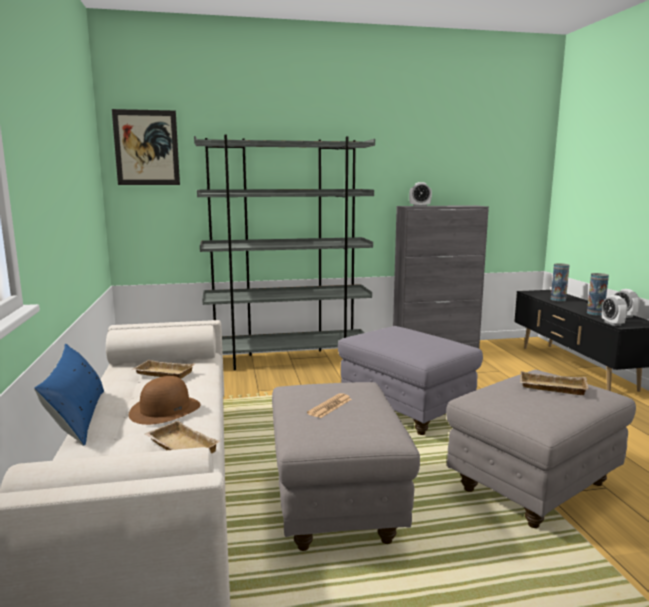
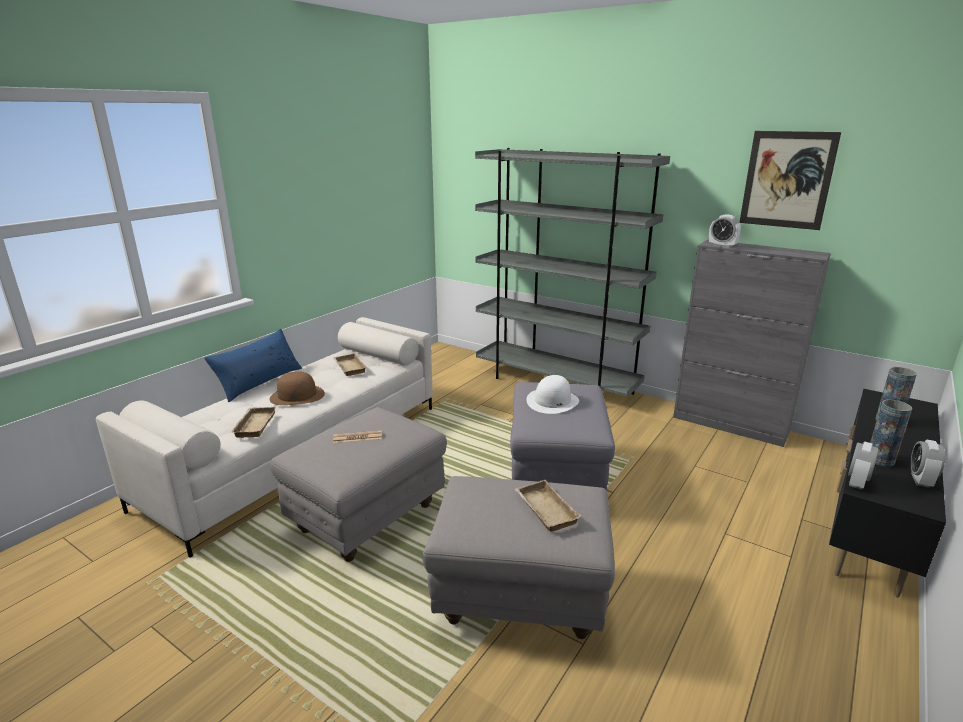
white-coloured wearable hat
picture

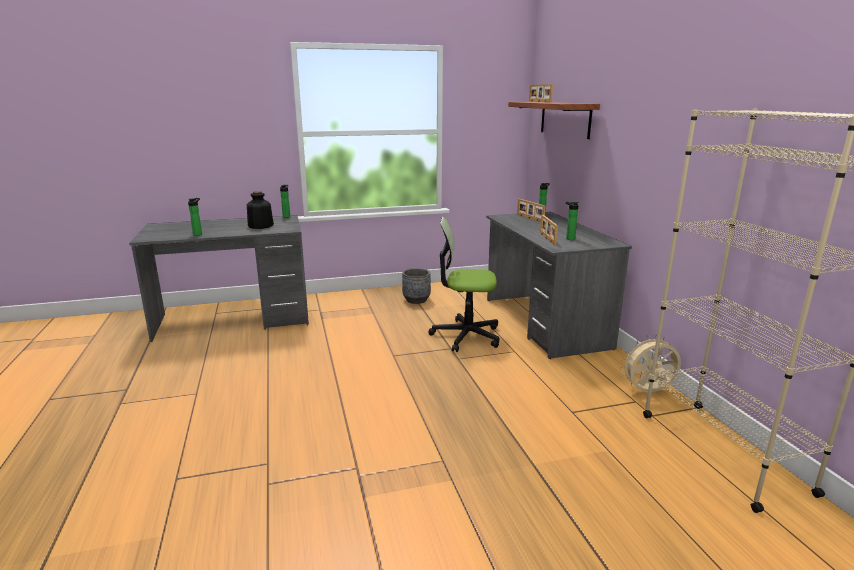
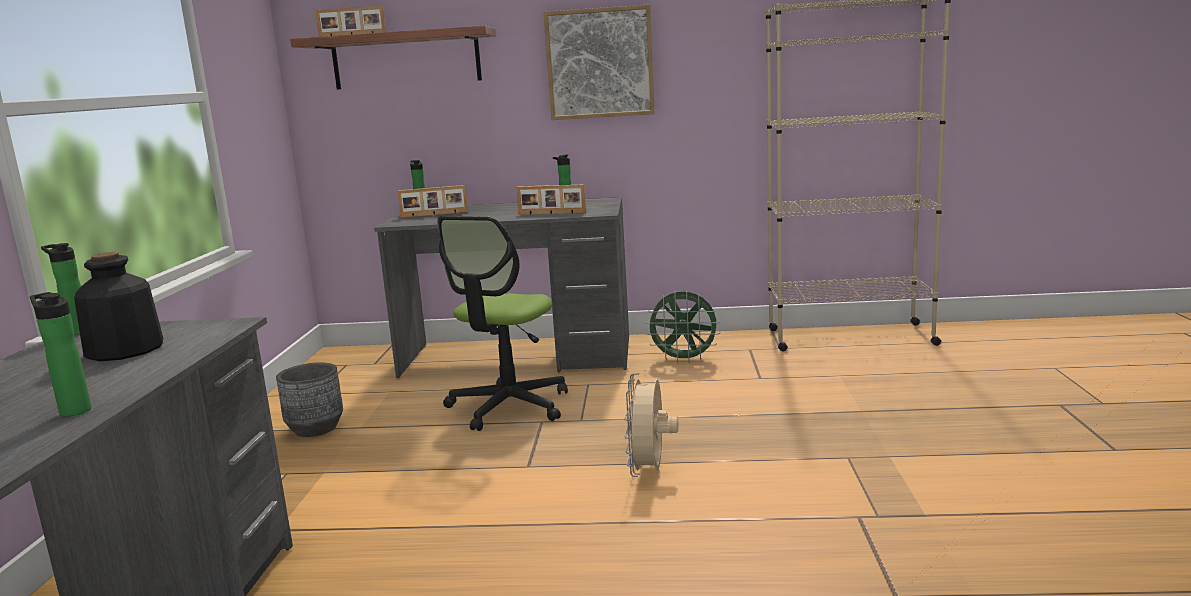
picture
sand-coloured cooling fan
green-coloured cooling fan

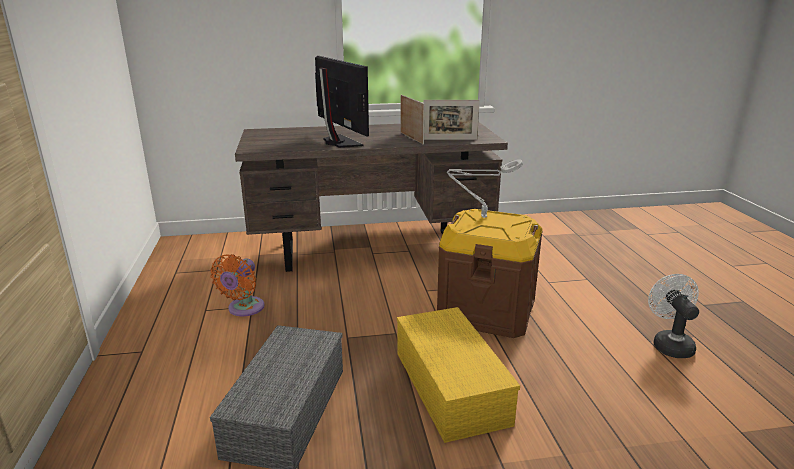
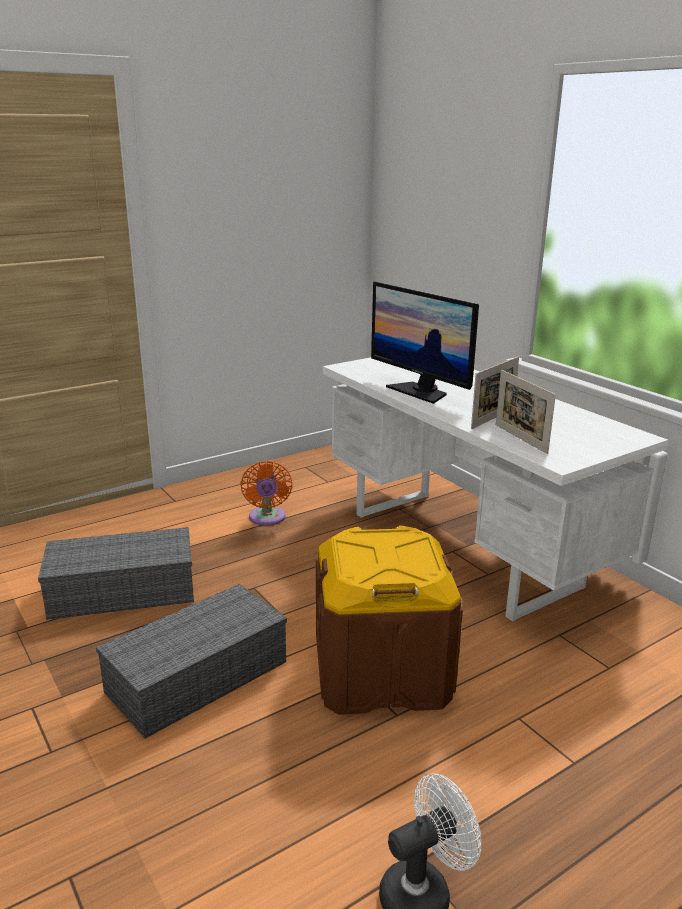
grey storage bin (2nd from left)
orangey cooling fan
white-coloured desk
computer display
grey tabletop lamp

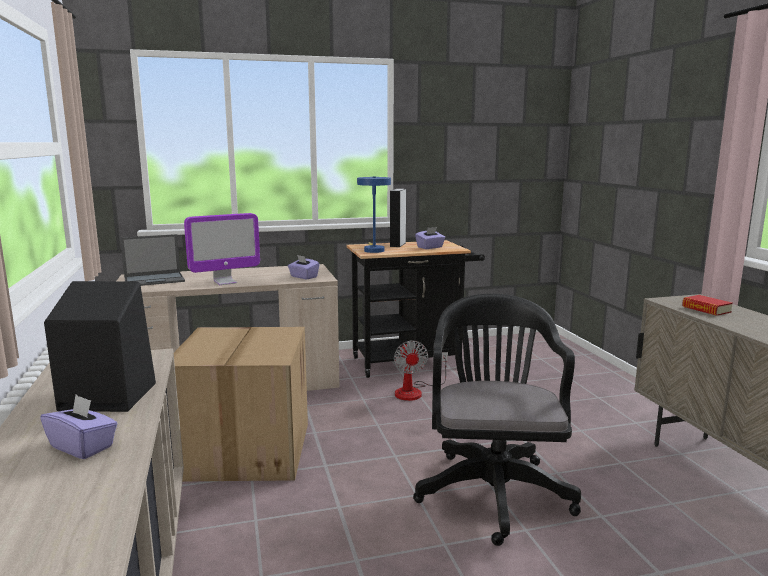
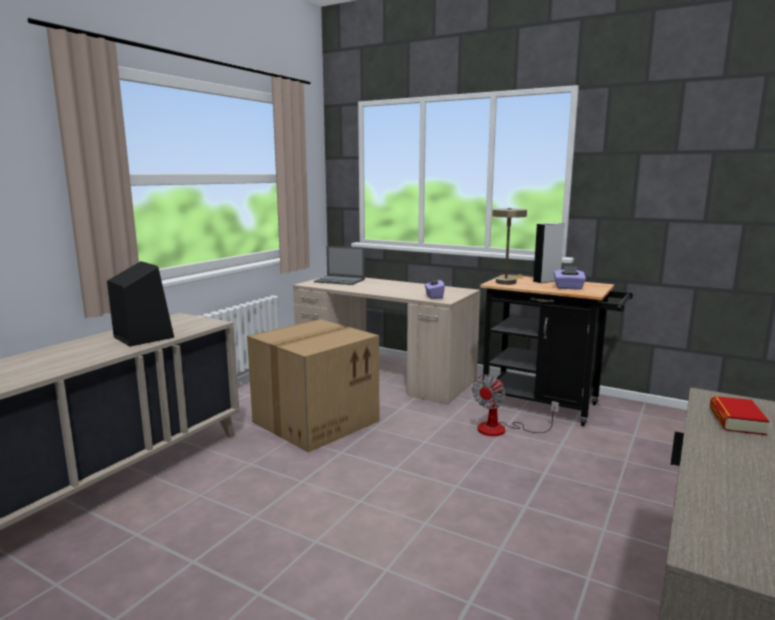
sand-coloured tabletop lamp
purple tissue box (1st from left in the first image)
computer display
black-coloured office chair

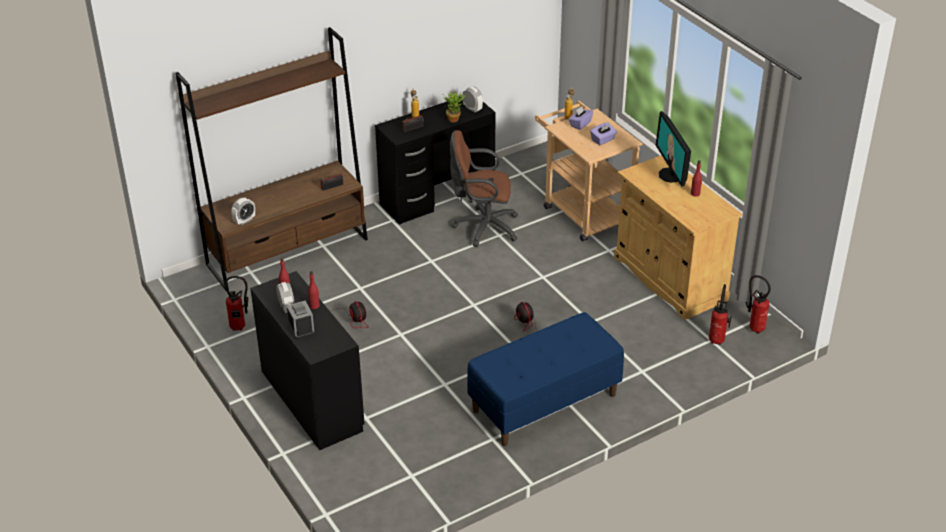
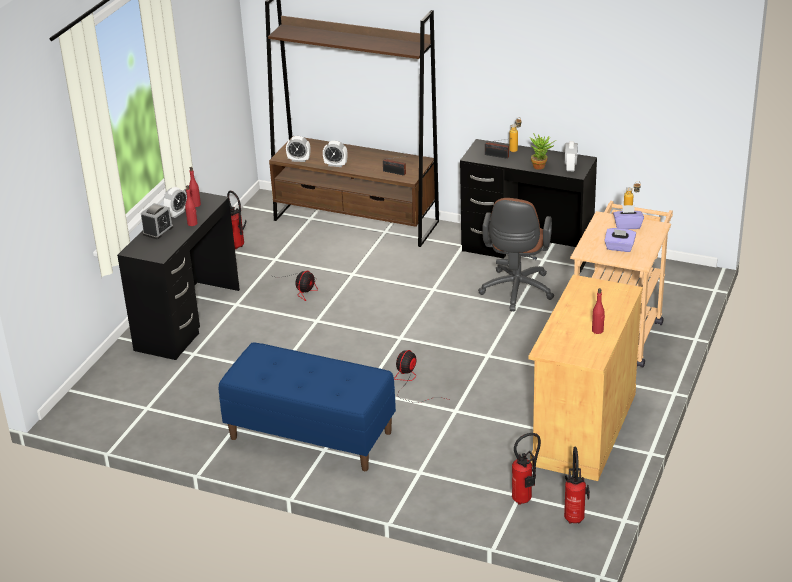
bedside clock (4th from left)
brownish office chair
computer display

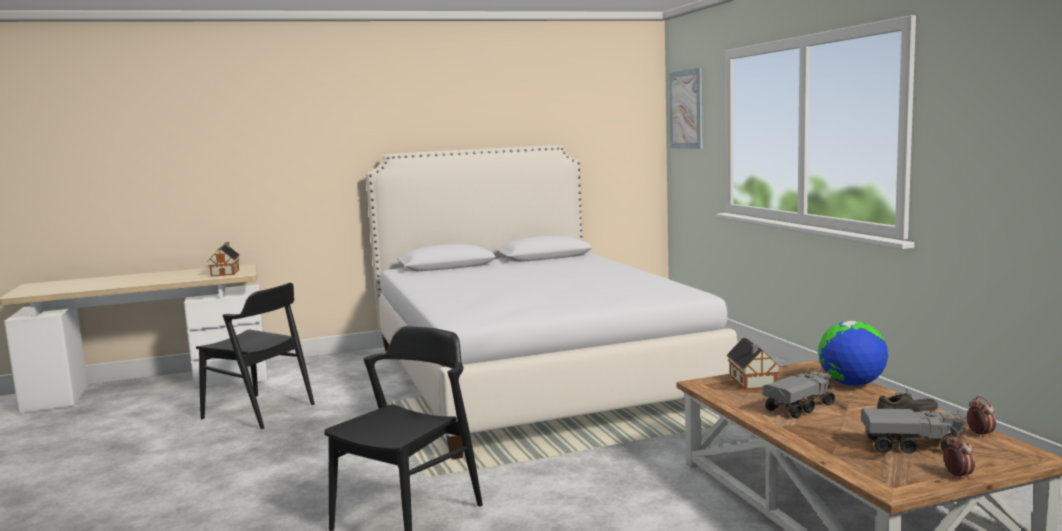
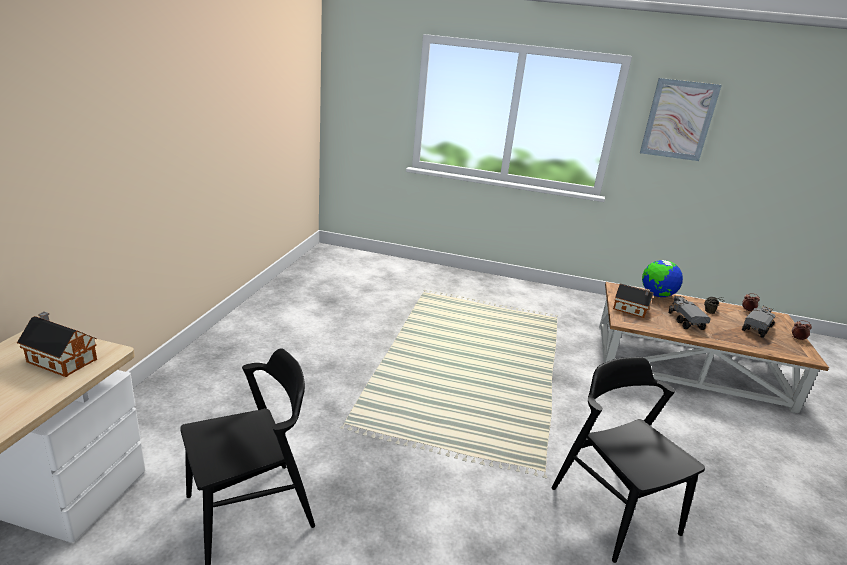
picture
white-coloured sleeping bed

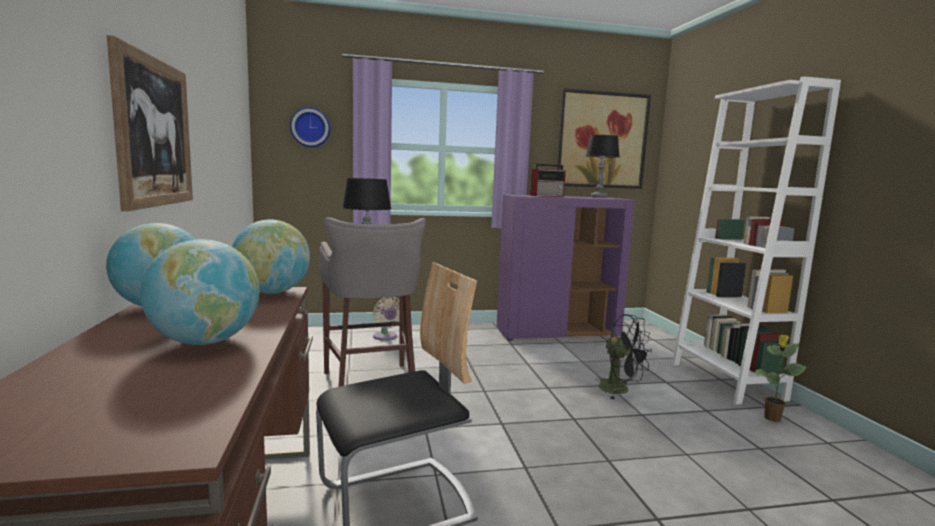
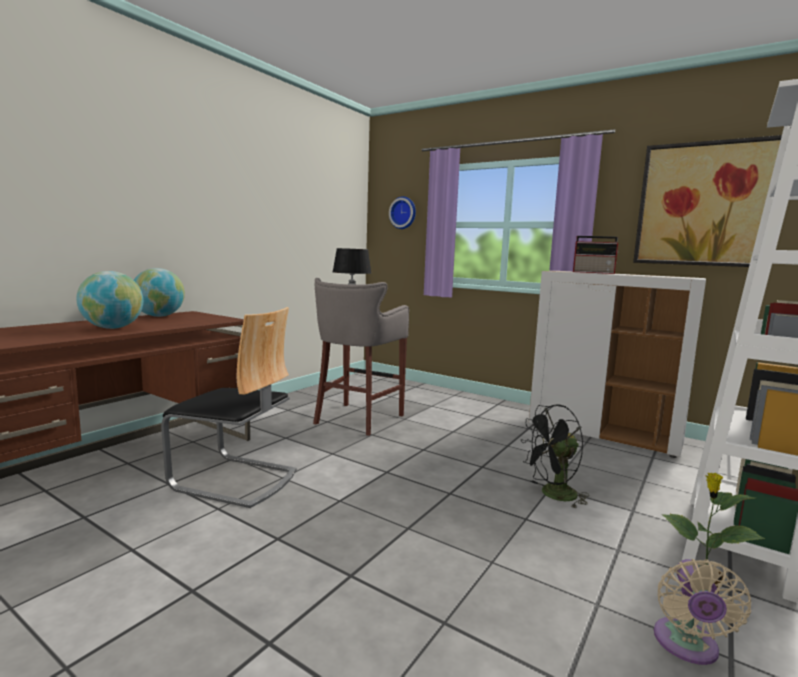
black-coloured cooling fan
white-coloured cabinet
sand-coloured cooling fan
picture (1st from left in the first image)
globe (3rd from left in the first image)
tabletop lamp (2nd from left in the first image)

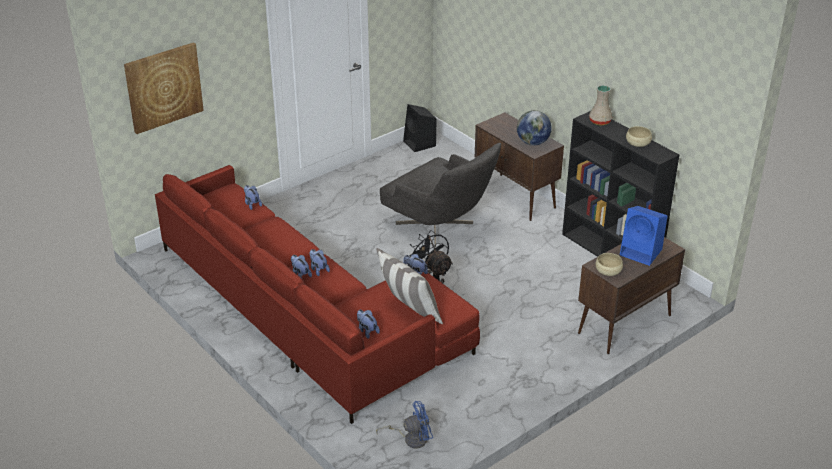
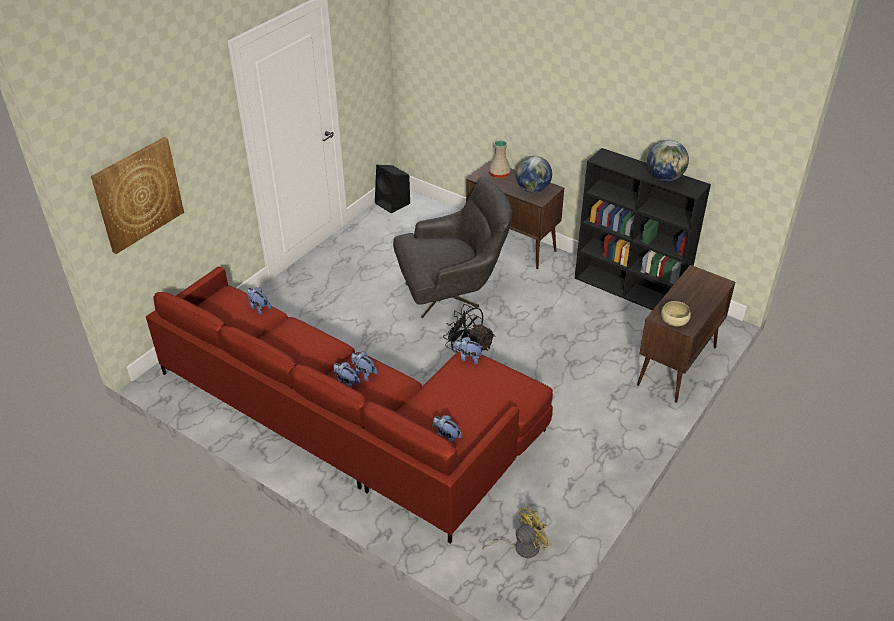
grey armchair
yellowish cooling fan
sand-coloured flower vase
globe (2nd from left)
throw pillow
blue audio speaker

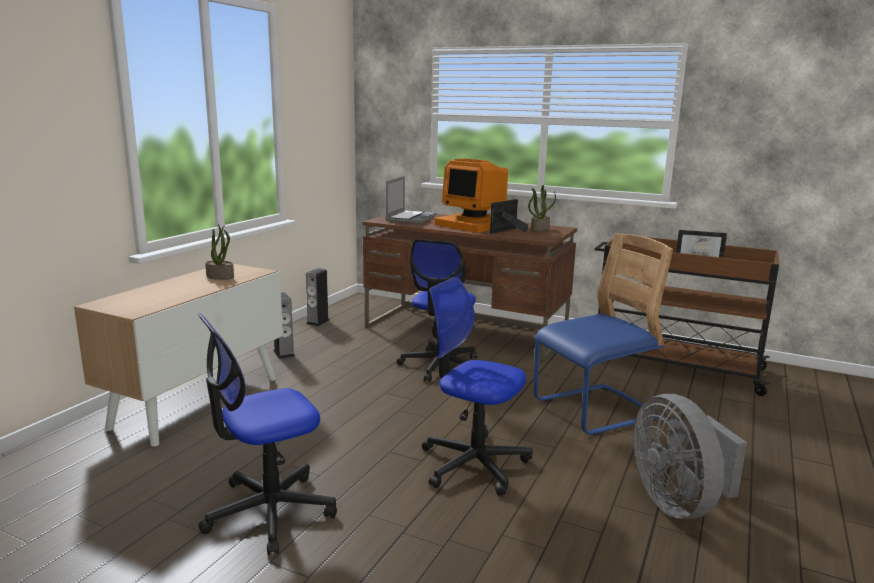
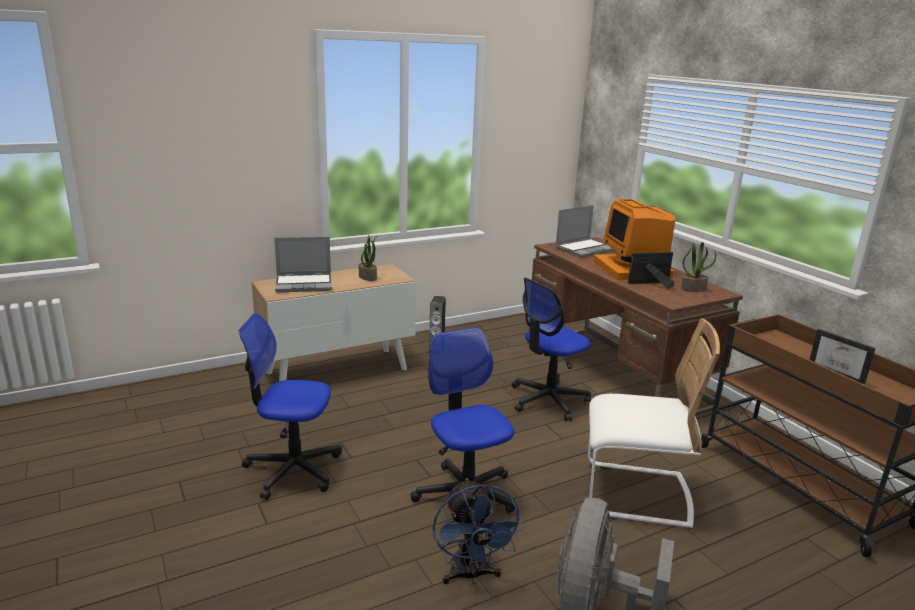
laptop (1st from left)
blue cooling fan
white-coloured upright chair
audio speaker (2nd from left in the first image)

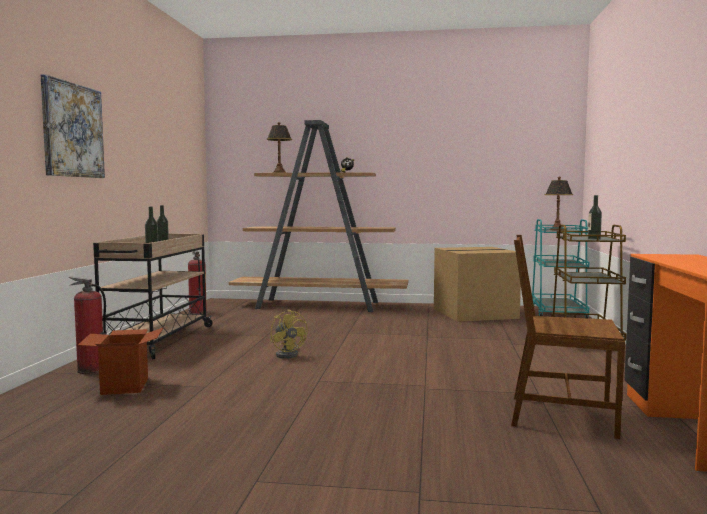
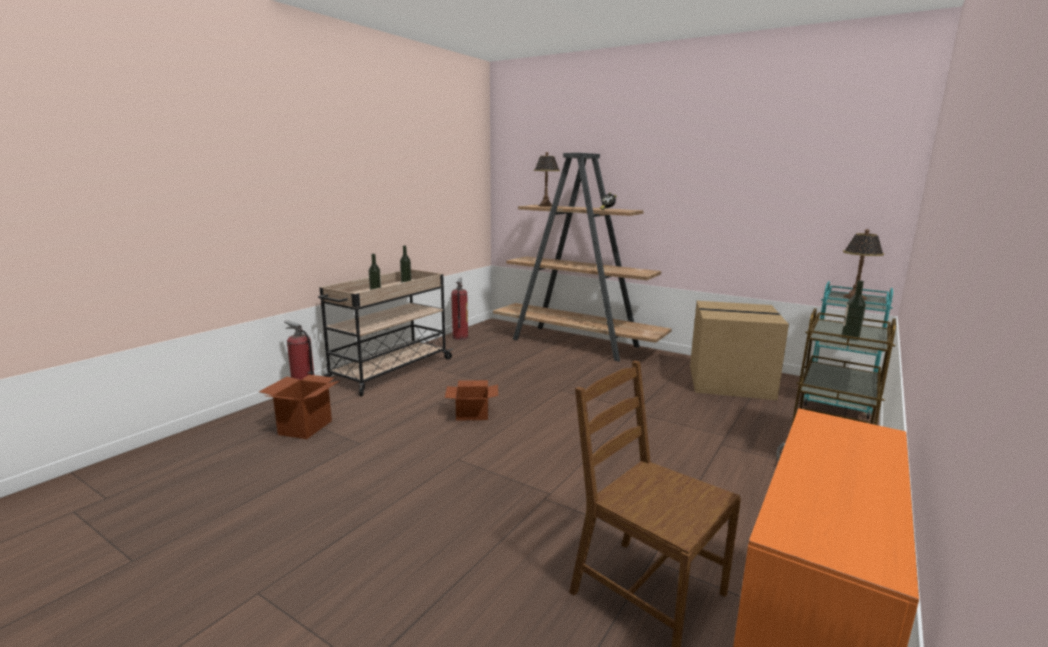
packing box (2nd from left)
picture

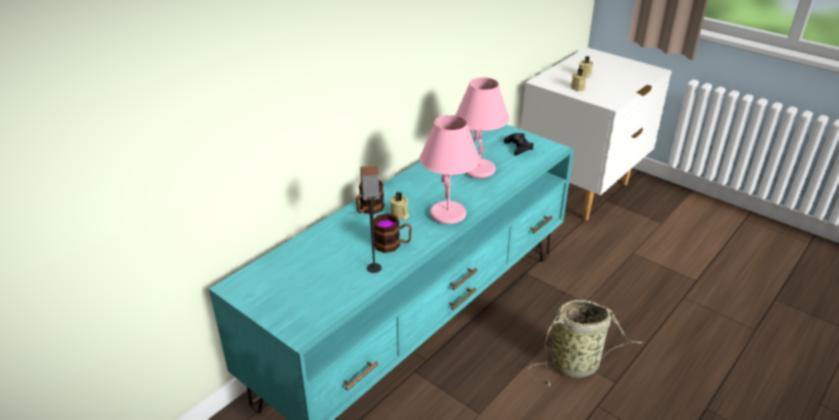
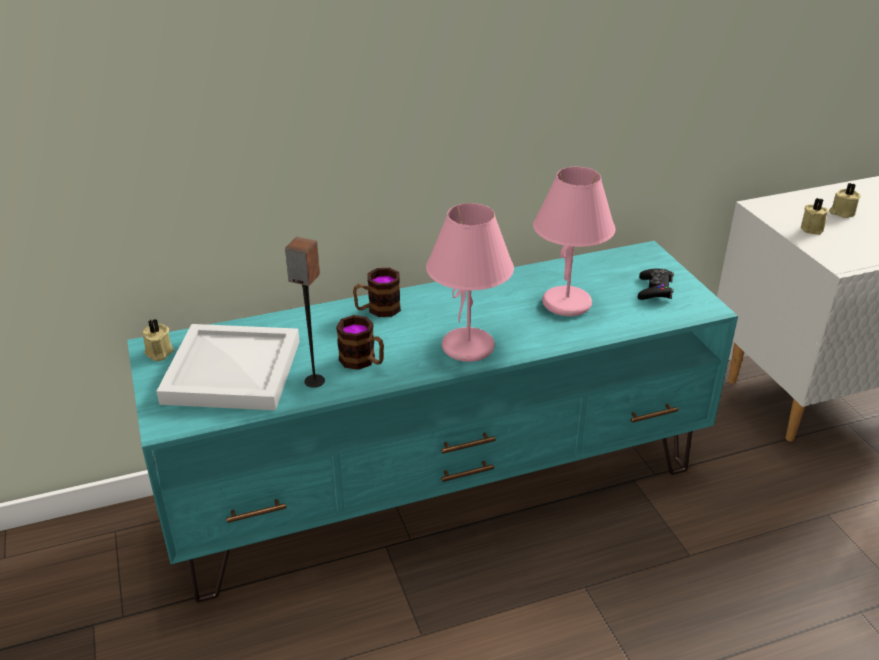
sand-coloured candle (1st from left)
white-coloured carrying tray
basket

